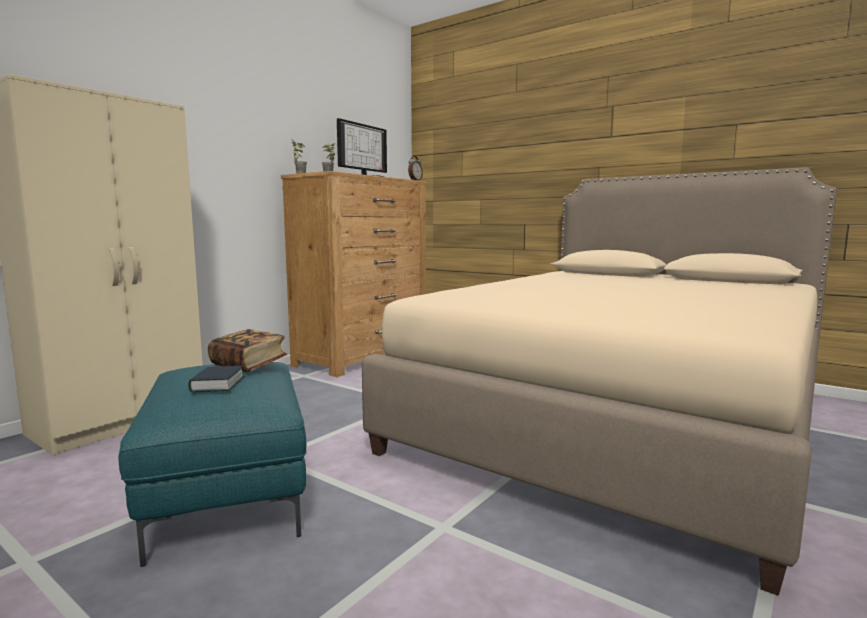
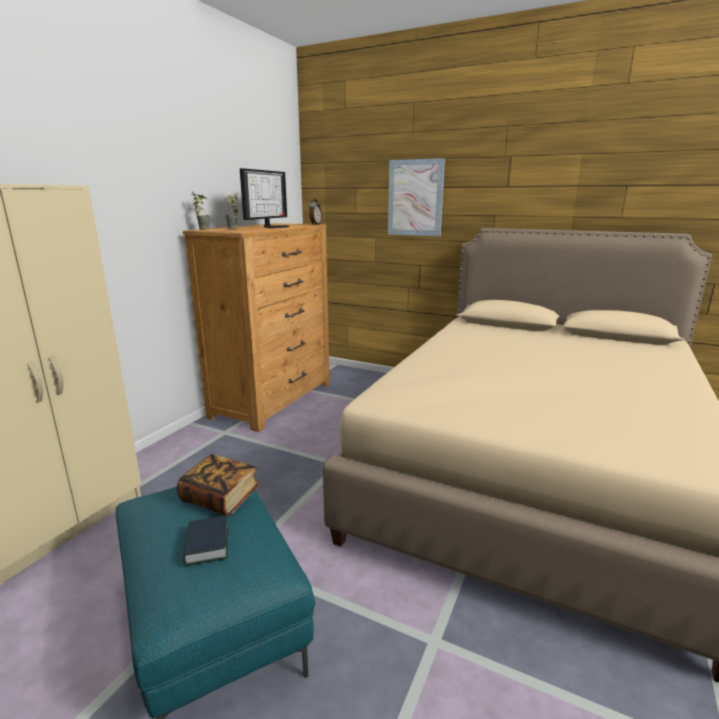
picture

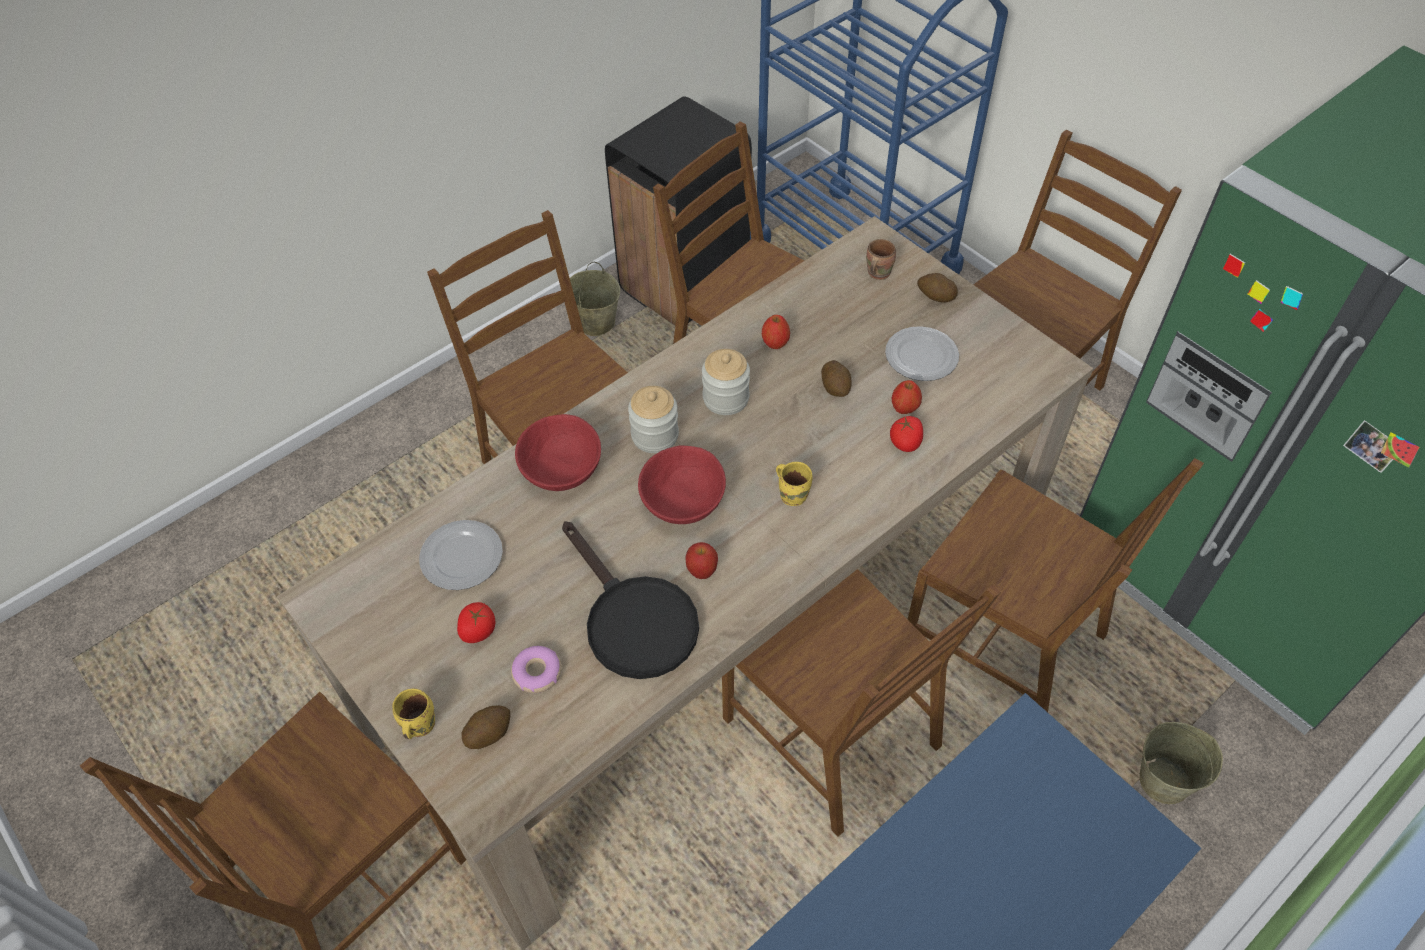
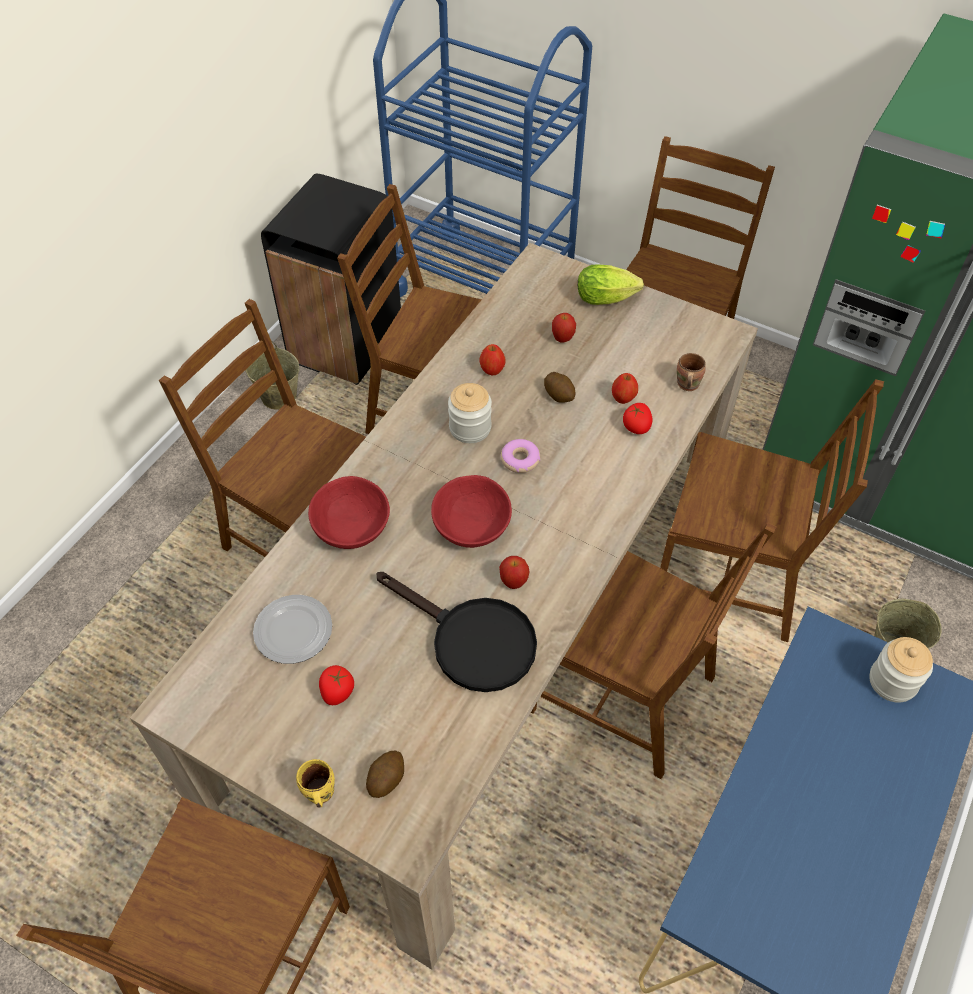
ring doughnut
apple (3rd from left)
head of lettuce
brownish mug
storage jar (2nd from left)
yellowish mug (2nd from left in the first image)
flat dish (2nd from left in the first image)

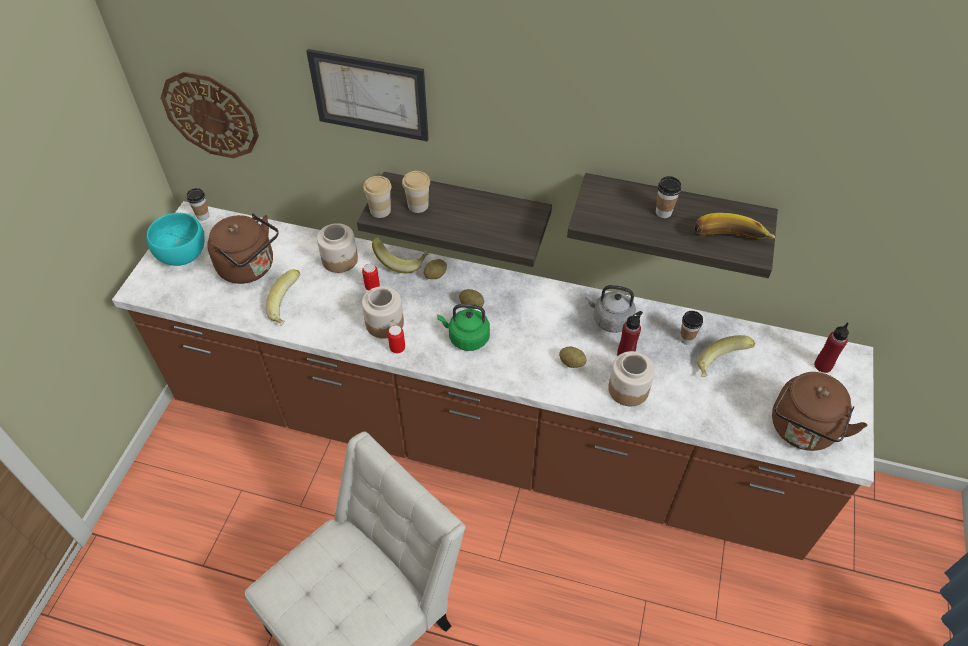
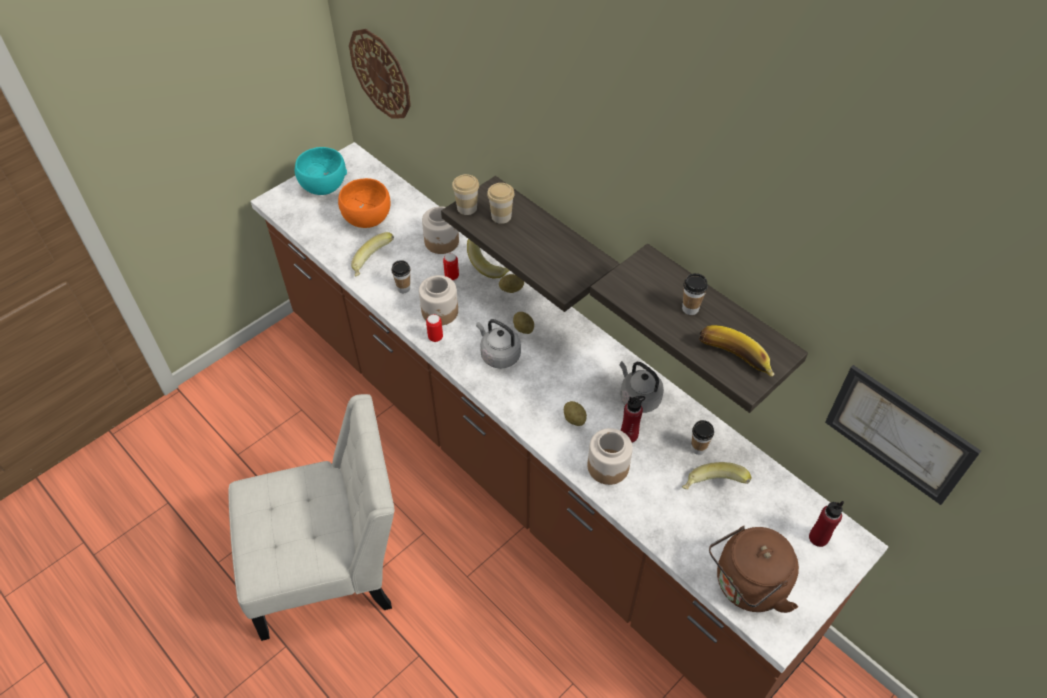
orangey bowl
drinking cup (1st from left)
grey kettle (1st from left)
picture

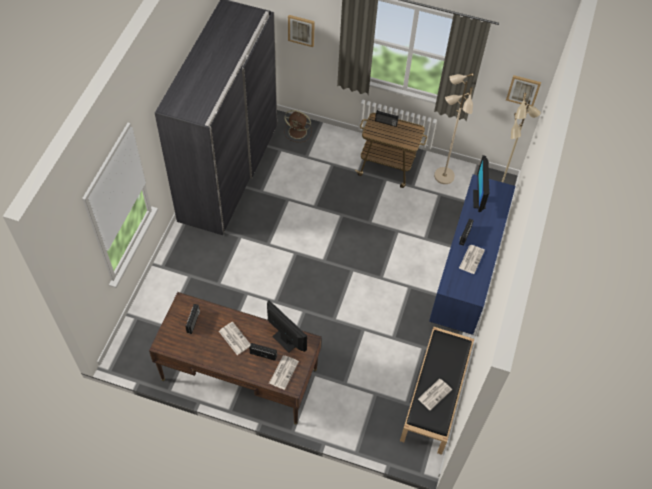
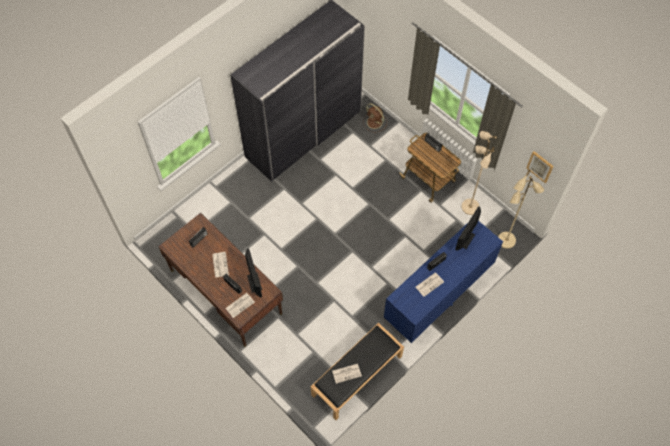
picture (1st from left in the first image)

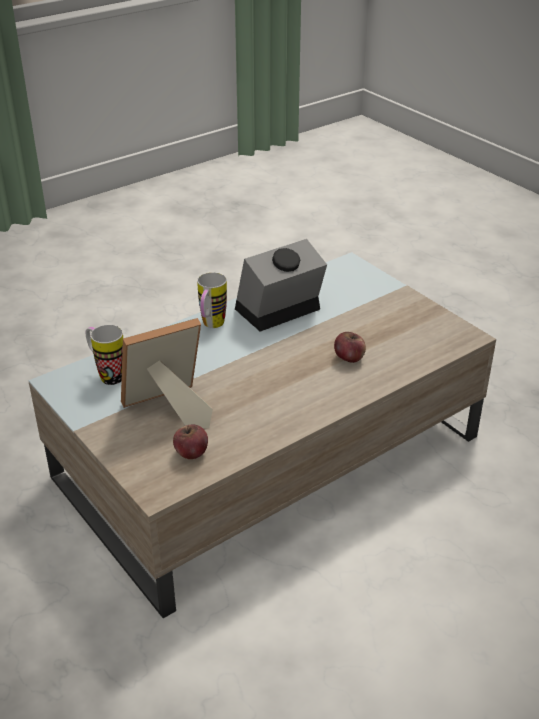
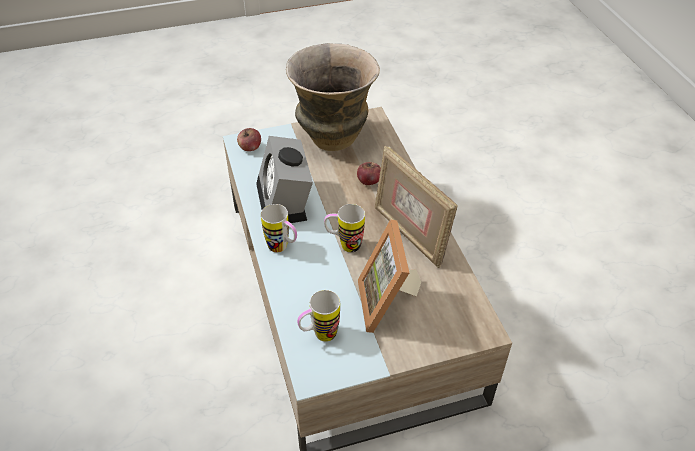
apple (1st from left)
flower vase
mug (3rd from left)
photo frame (2nd from left)

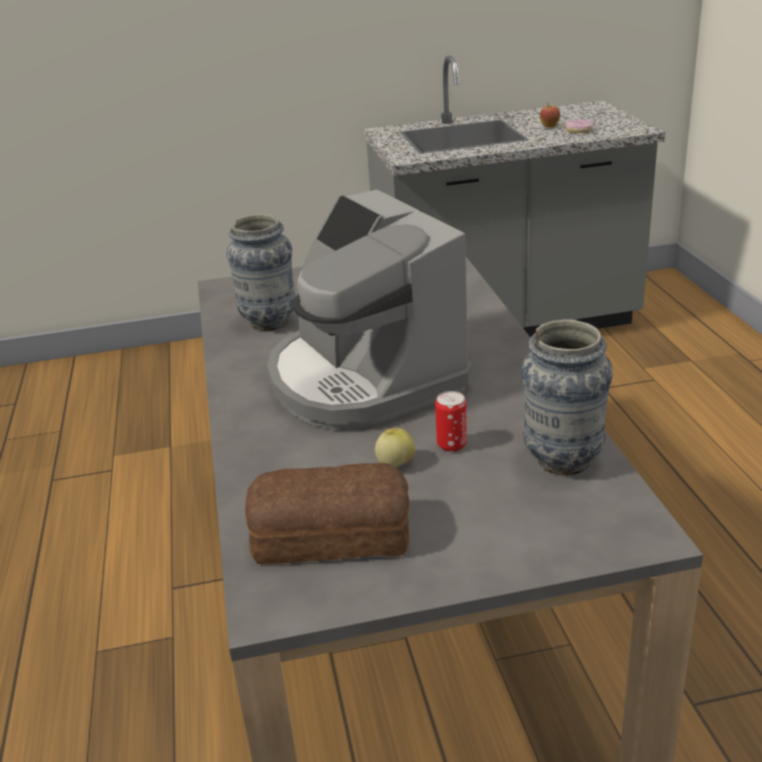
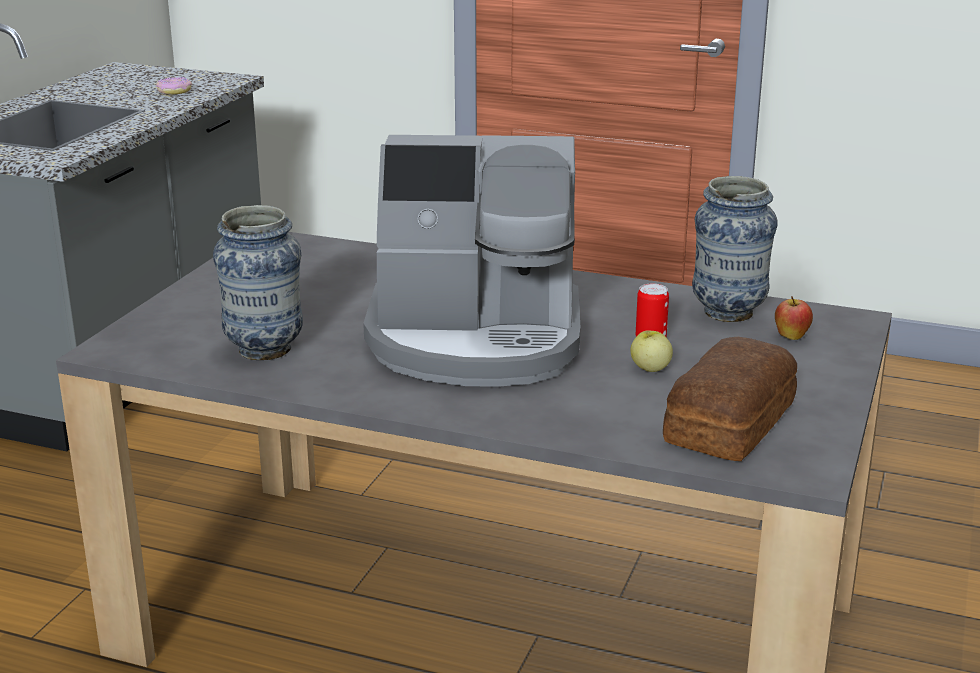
apple (2nd from left)

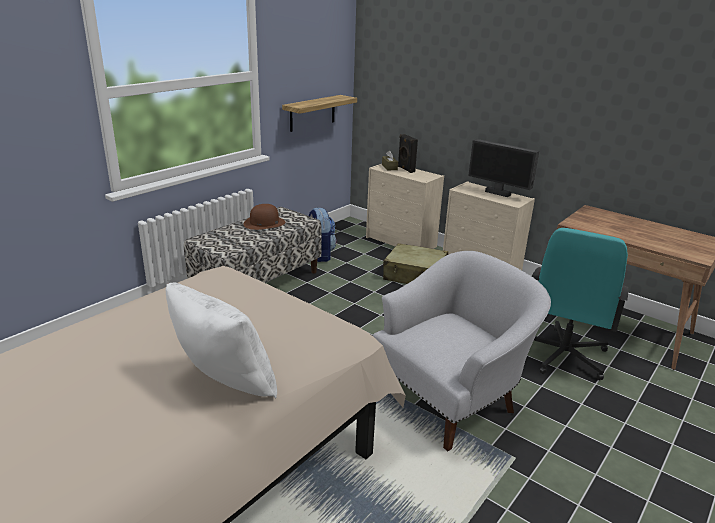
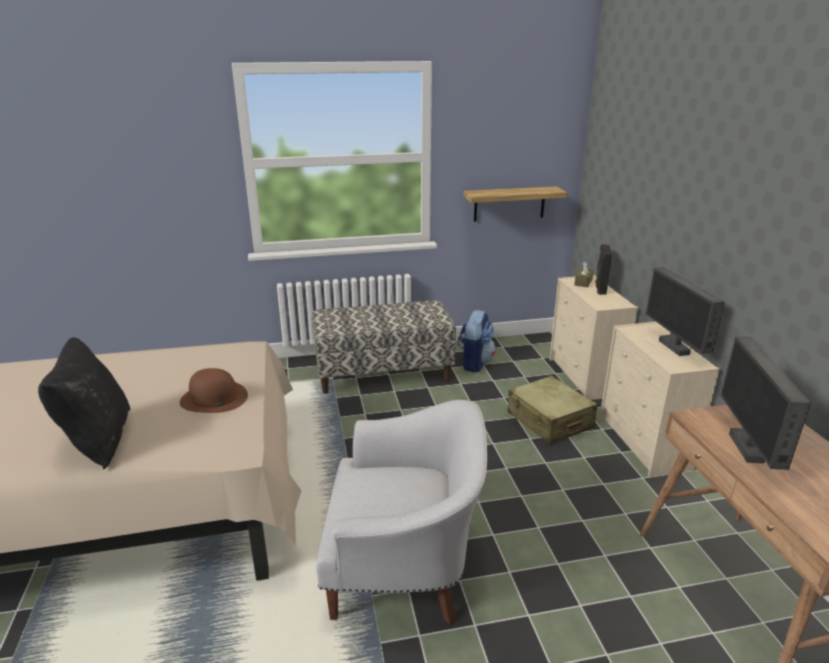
black-coloured throw pillow
brownish wearable hat
computer display (2nd from left)
blue-green office chair

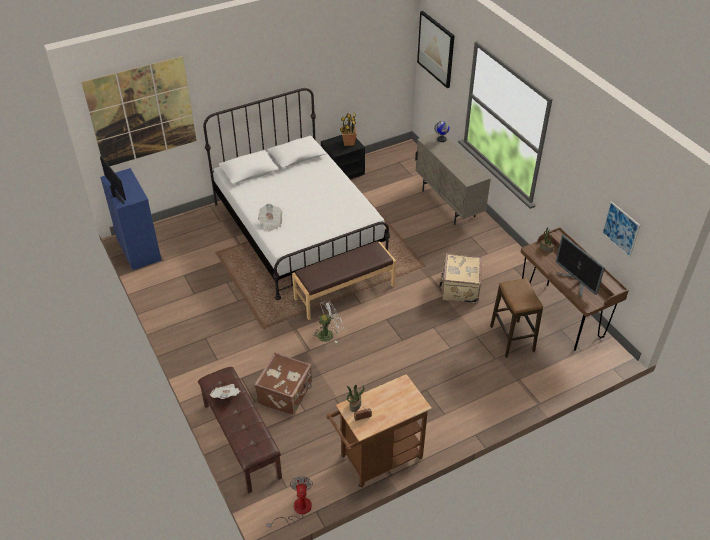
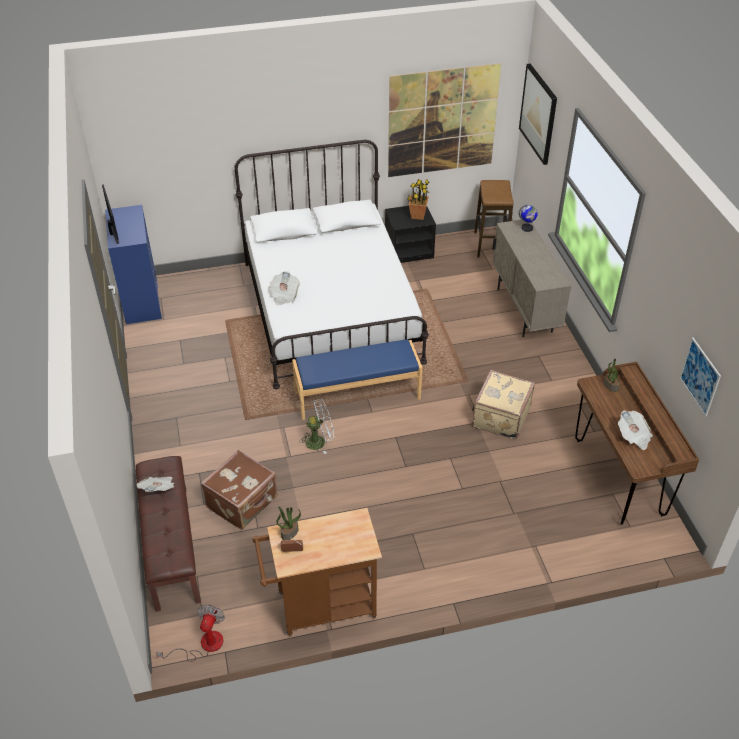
blue indoor bench
picture (1st from left)
sitting stool
printed paper (3rd from left)

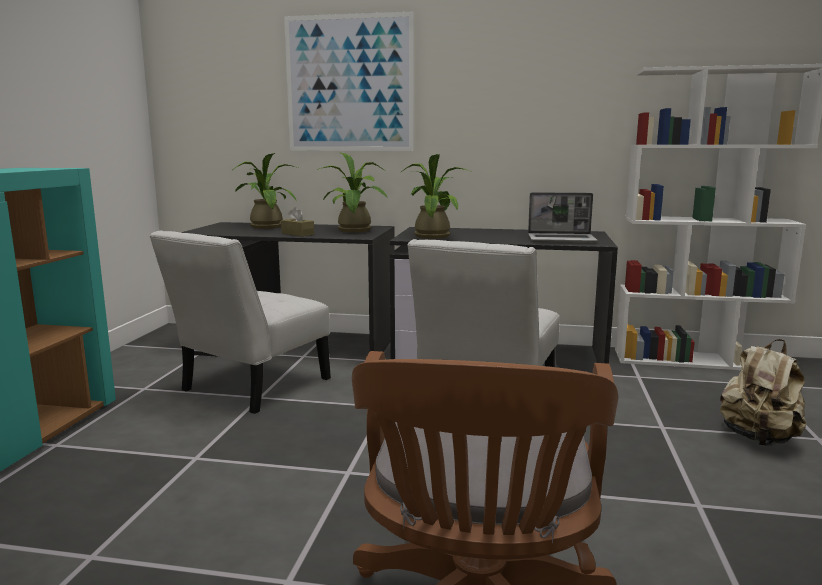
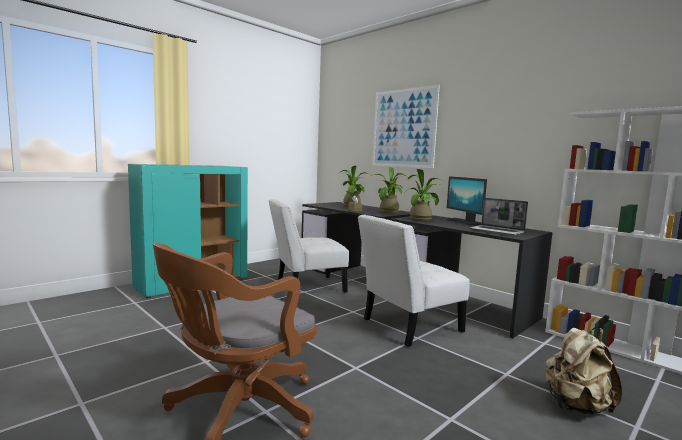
computer display

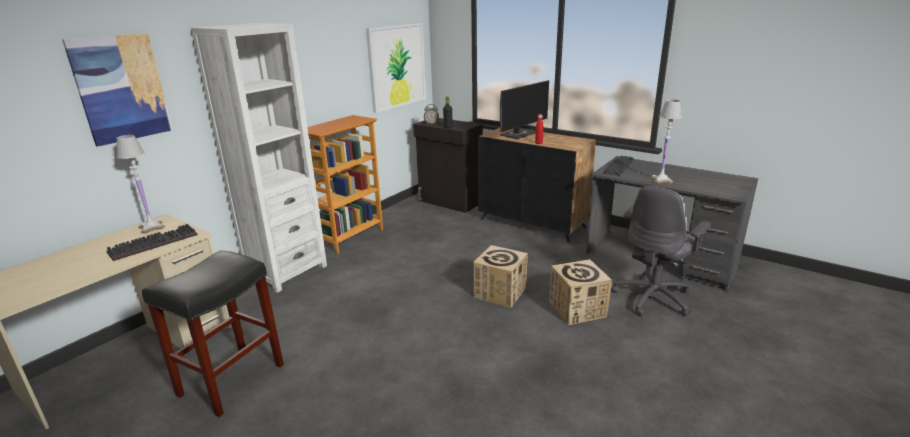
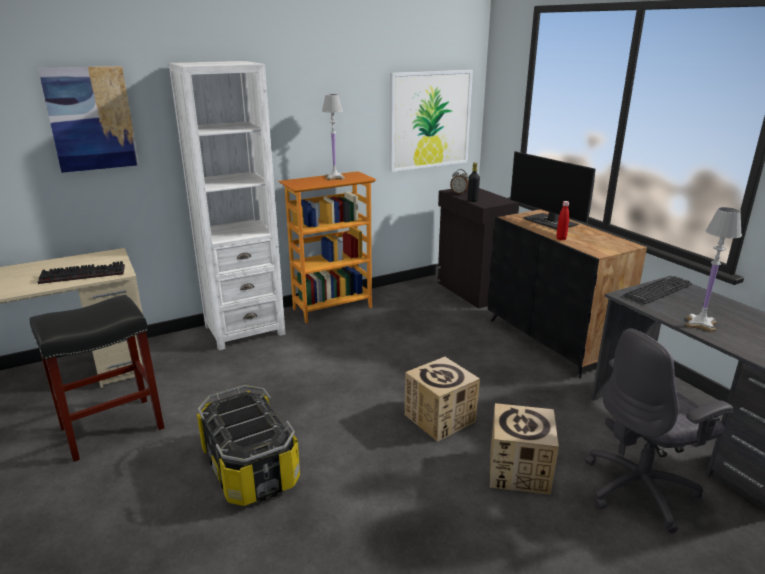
storage bin
white-coloured tabletop lamp (1st from left)
computer display

